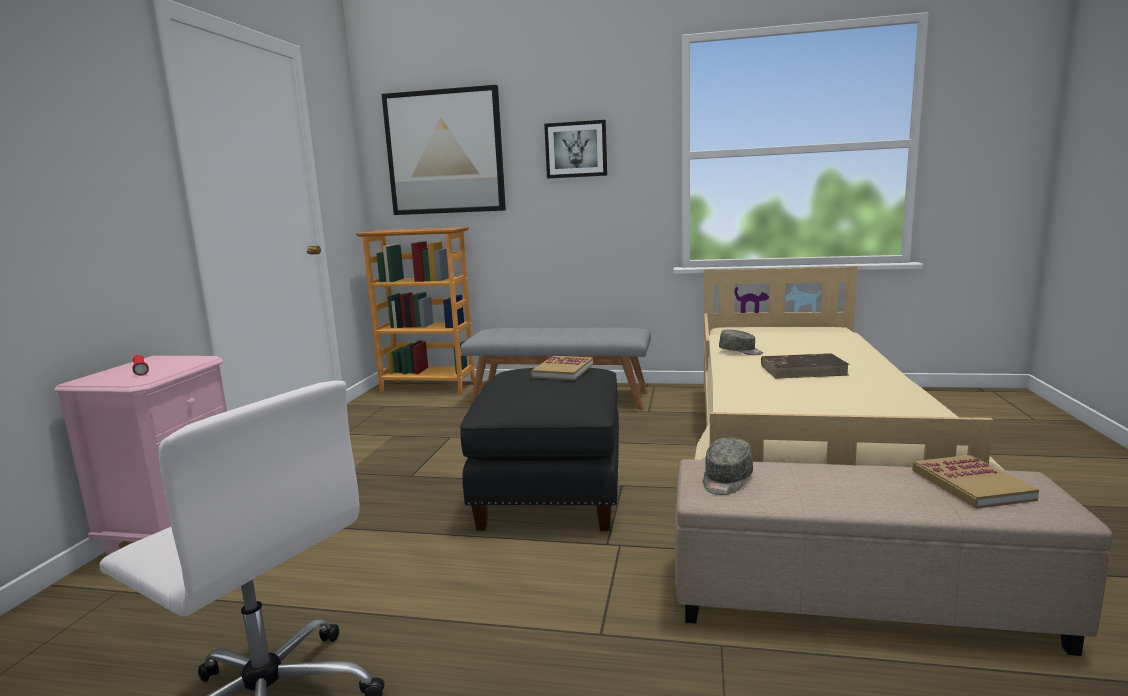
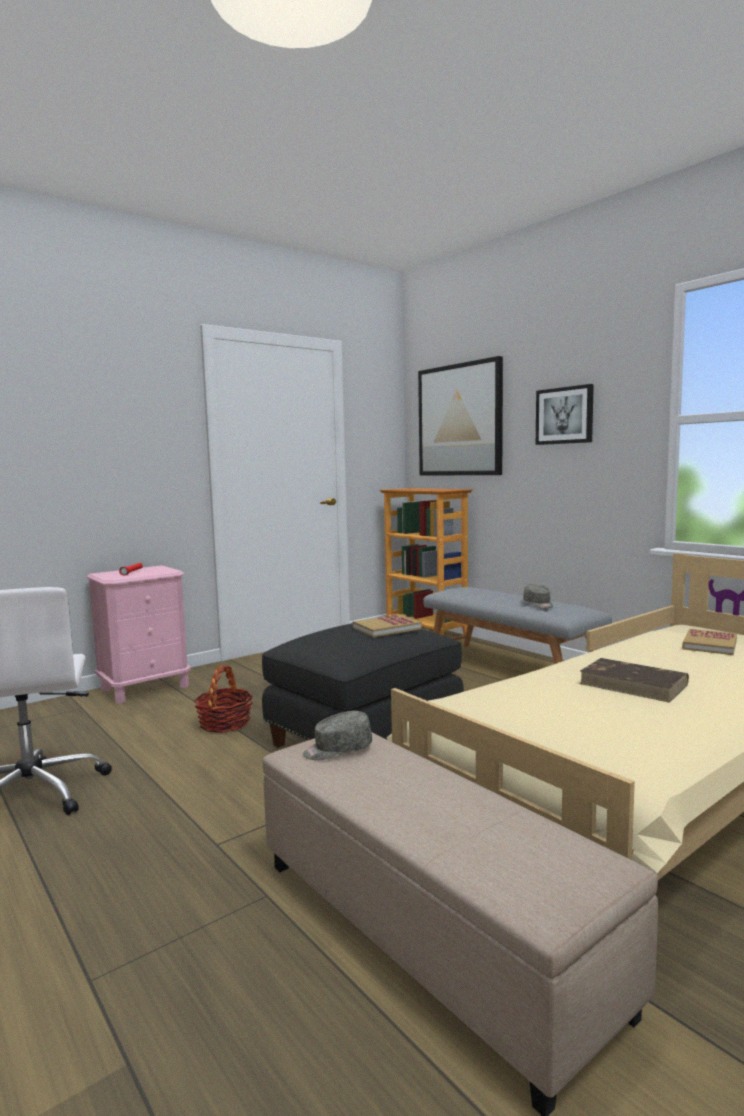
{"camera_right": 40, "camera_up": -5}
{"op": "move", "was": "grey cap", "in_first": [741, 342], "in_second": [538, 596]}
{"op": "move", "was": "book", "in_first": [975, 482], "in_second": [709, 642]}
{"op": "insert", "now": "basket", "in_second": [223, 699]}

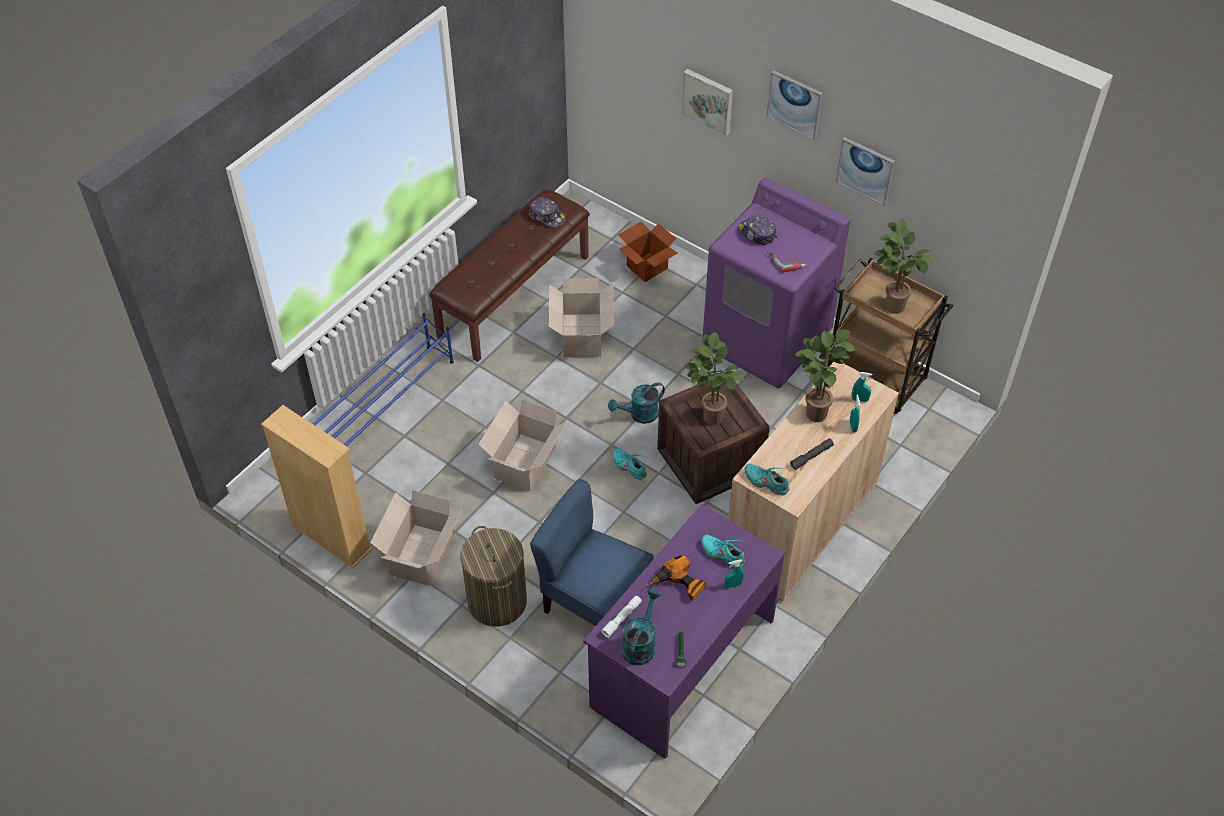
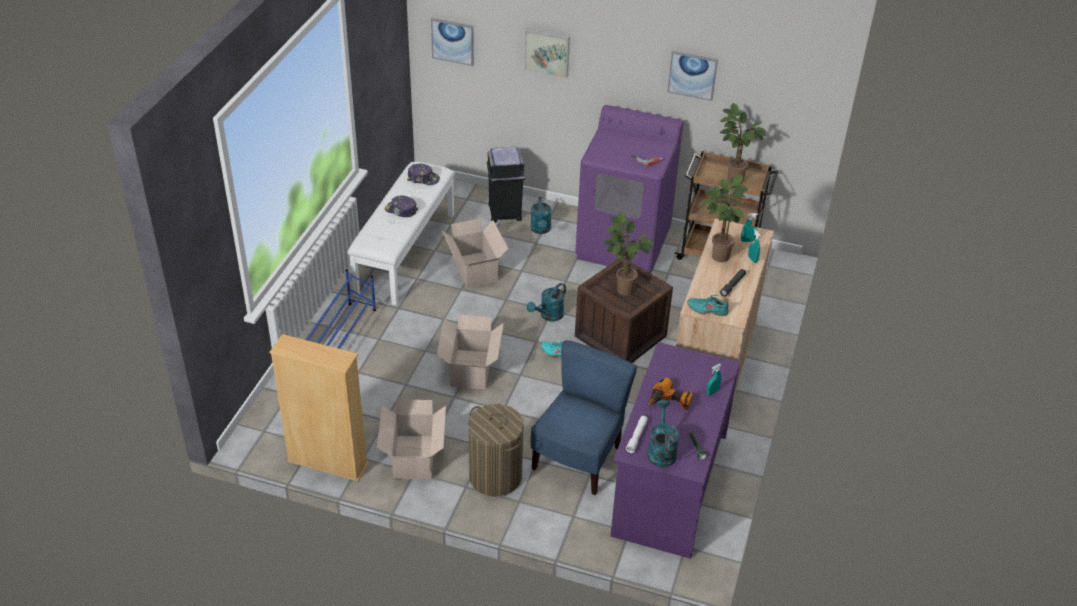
{"camera_right": -20, "camera_up": -10}
{"op": "move", "was": "picture", "in_first": [795, 105], "in_second": [452, 42]}
{"op": "recolor", "was": "brown bench", "now": "white bench", "in_first": [509, 275], "in_second": [401, 234]}
{"op": "move", "was": "cap", "in_first": [757, 230], "in_second": [401, 206]}
{"op": "replace", "was": "cardboard box", "now": "black trash can", "in_first": [647, 251], "in_second": [506, 184]}
{"op": "rotate", "was": "blue chair", "in_first": [592, 552], "in_second": [584, 417], "clockwise": 105}
{"op": "delete", "was": "turquoise shoe", "in_first": [723, 551]}
{"op": "insert", "now": "turquoise watering can", "in_second": [540, 215]}

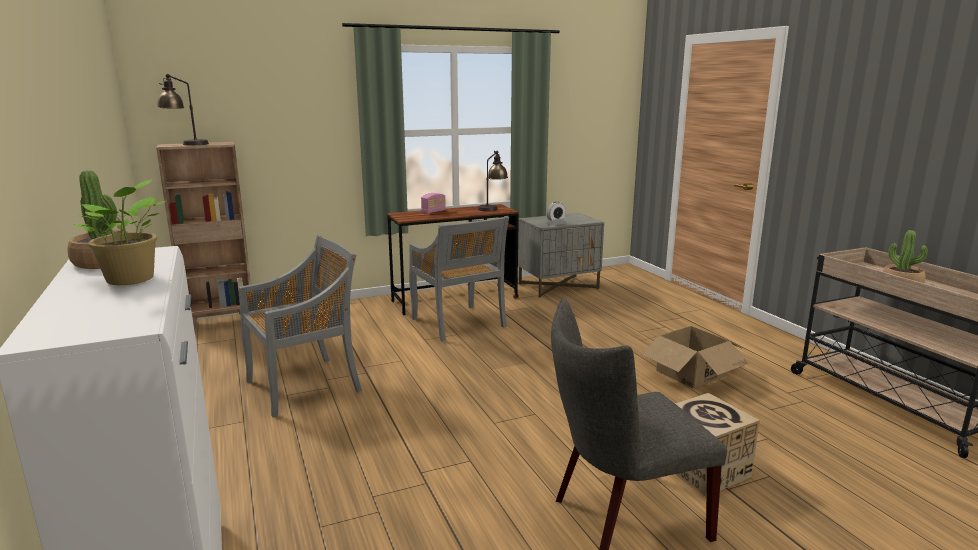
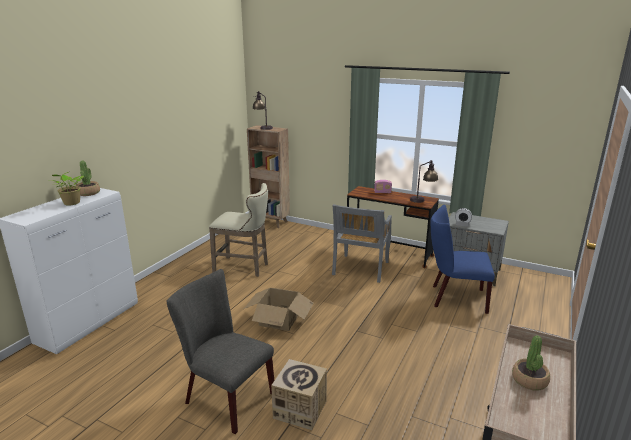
{"camera_right": 50, "camera_up": 5}
{"op": "replace", "was": "grey chair", "now": "beige stool", "in_first": [300, 326], "in_second": [238, 230]}
{"op": "move", "was": "cardboard box", "in_first": [695, 357], "in_second": [279, 309]}
{"op": "insert", "now": "blue chair", "in_second": [463, 259]}

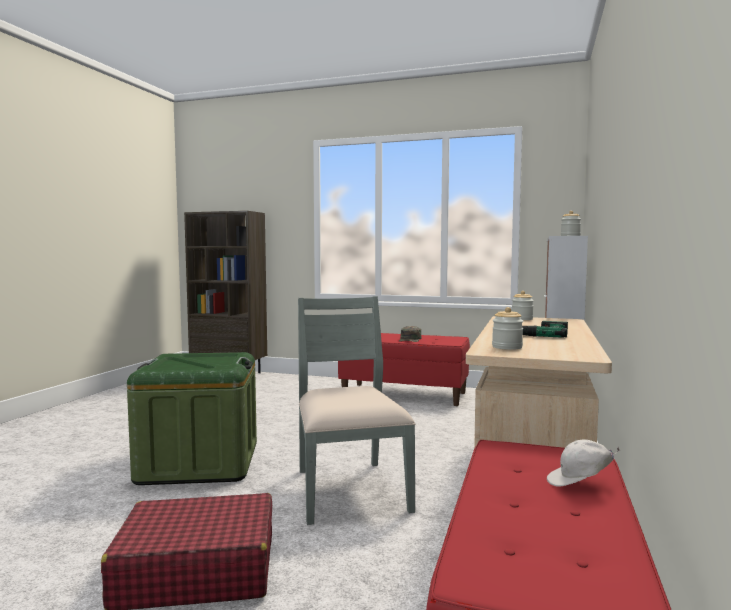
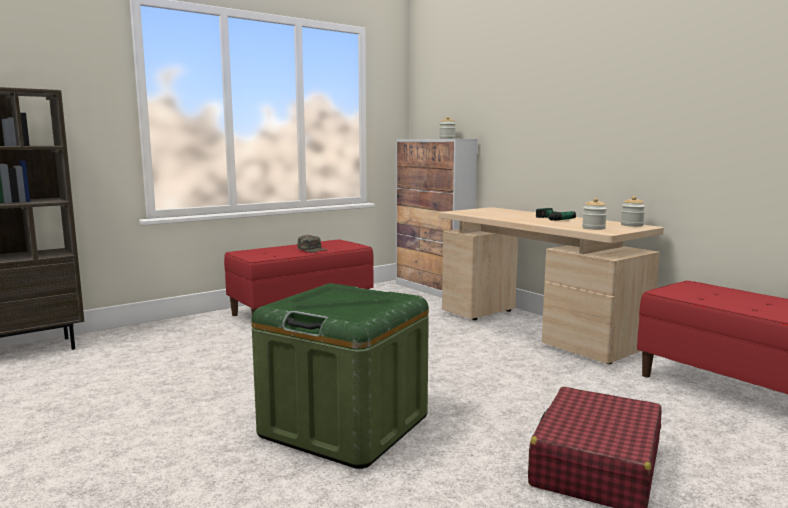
{"camera_right": -55, "camera_up": 5}
{"op": "move", "was": "jar", "in_first": [523, 305], "in_second": [633, 211]}
{"op": "delete", "was": "grey chair", "in_first": [356, 410]}
{"op": "delete", "was": "white cap", "in_first": [583, 463]}

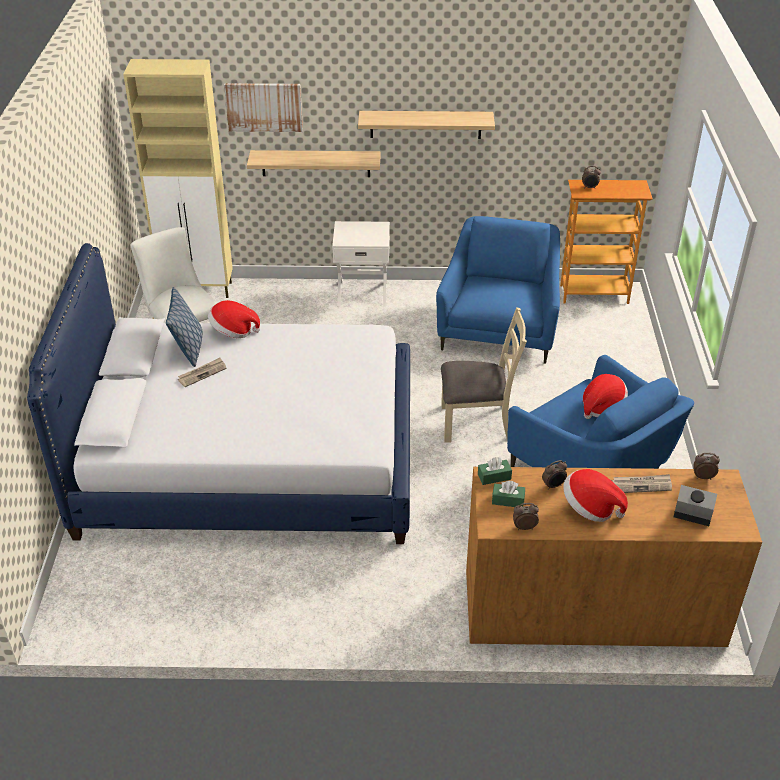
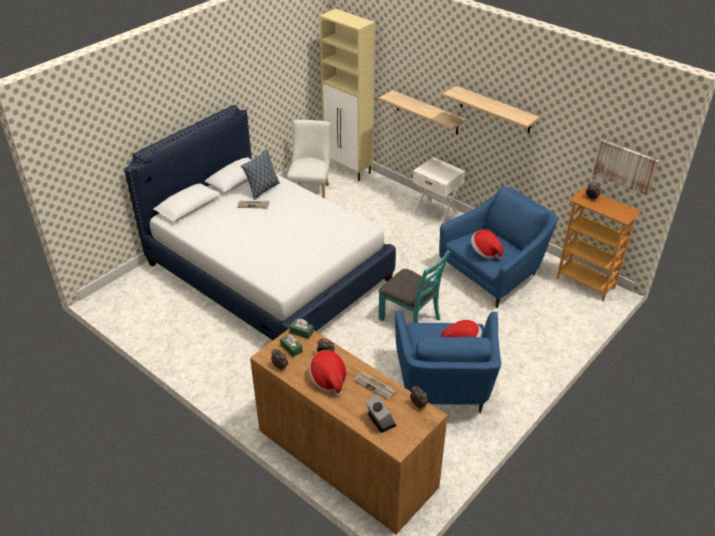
{"camera_right": 40, "camera_up": 0}
{"op": "move", "was": "picture", "in_first": [263, 107], "in_second": [626, 167]}
{"op": "move", "was": "hat", "in_first": [234, 319], "in_second": [487, 244]}
{"op": "recolor", "was": "beige chair", "now": "turquoise chair", "in_first": [484, 375], "in_second": [414, 286]}

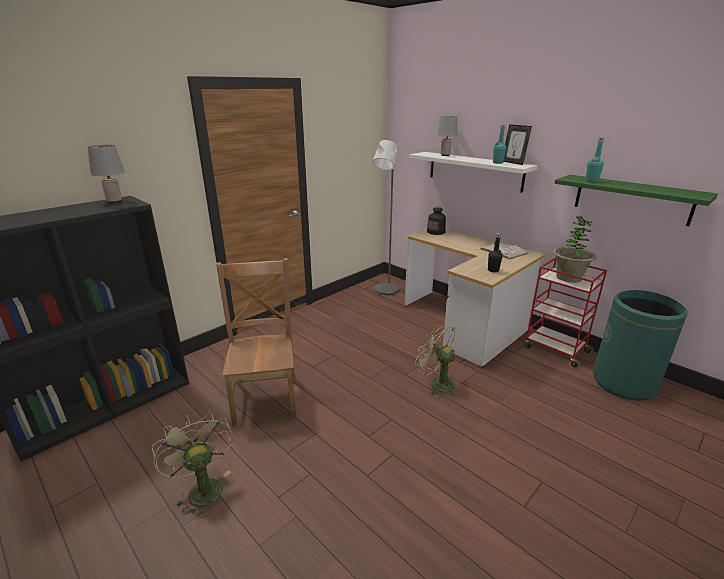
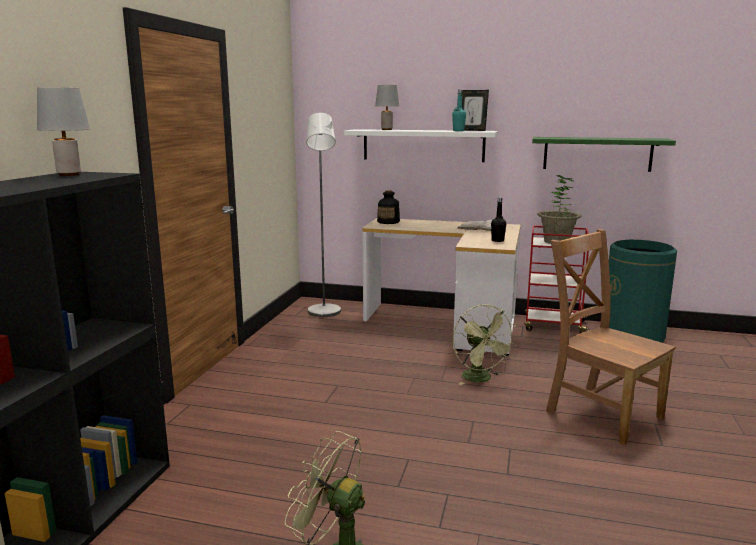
{"camera_right": -30, "camera_up": -10}
{"op": "delete", "was": "turquoise bottle", "in_first": [594, 160]}
{"op": "move", "was": "brown chair", "in_first": [256, 342], "in_second": [611, 337]}
{"op": "rotate", "was": "green fan", "in_first": [436, 360], "in_second": [484, 344], "clockwise": -120}

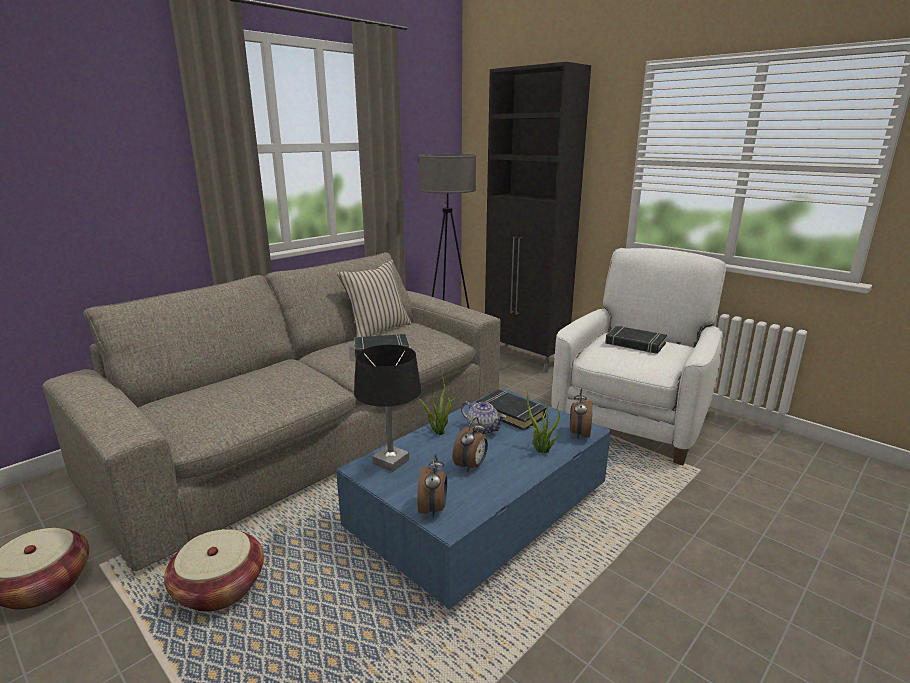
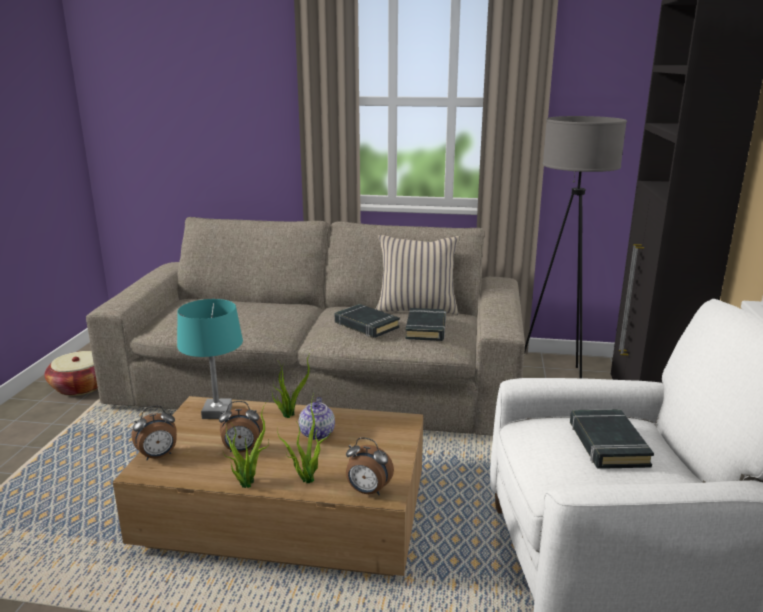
{"camera_right": 55, "camera_up": 0}
{"op": "recolor", "was": "black table lamp", "now": "turquoise table lamp", "in_first": [387, 408], "in_second": [210, 359]}
{"op": "recolor", "was": "blue coffee table", "now": "brown coffee table", "in_first": [473, 499], "in_second": [268, 486]}
{"op": "rotate", "was": "alarm clock", "in_first": [581, 414], "in_second": [370, 466], "clockwise": -135}
{"op": "move", "was": "black book", "in_first": [511, 410], "in_second": [425, 324]}
{"op": "delete", "was": "basket", "in_first": [214, 570]}
{"op": "insert", "now": "potted plant", "in_second": [246, 444]}

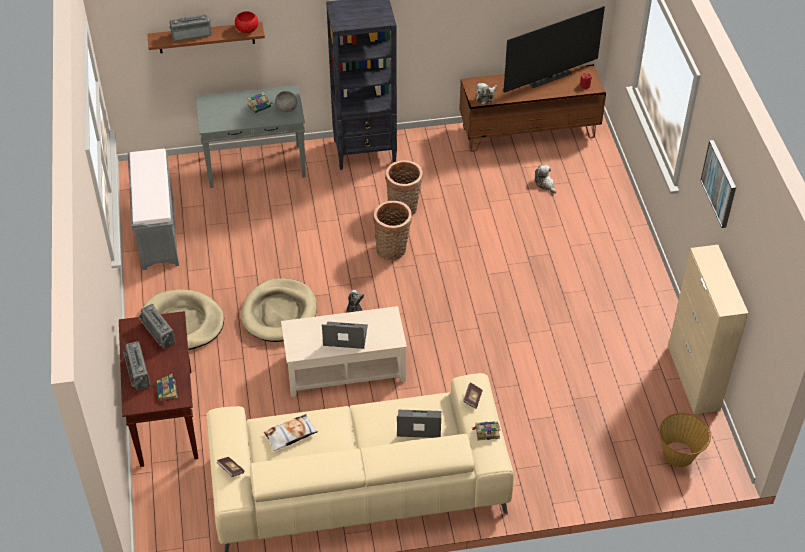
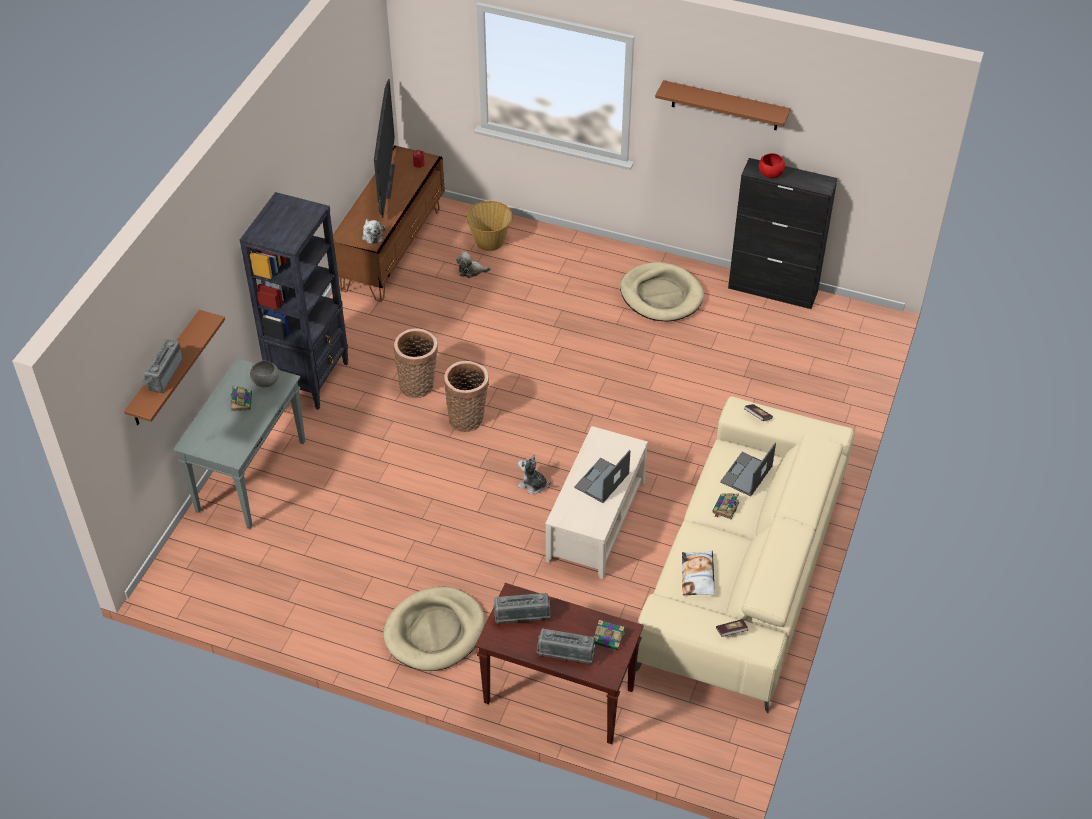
{"camera_right": -60, "camera_up": 0}
{"op": "move", "was": "red bowl", "in_first": [246, 22], "in_second": [772, 165]}
{"op": "replace", "was": "picture", "now": "brown shelf", "in_first": [718, 184], "in_second": [723, 105]}
{"op": "delete", "was": "grey bench", "in_first": [153, 209]}
{"op": "recolor", "was": "beige cabinet", "now": "black cabinet", "in_first": [708, 329], "in_second": [783, 233]}
{"op": "move", "was": "beige dog bed", "in_first": [279, 310], "in_second": [662, 292]}
{"op": "move", "was": "basket", "in_first": [685, 440], "in_second": [489, 226]}
{"op": "move", "was": "book", "in_first": [486, 430], "in_second": [726, 506]}

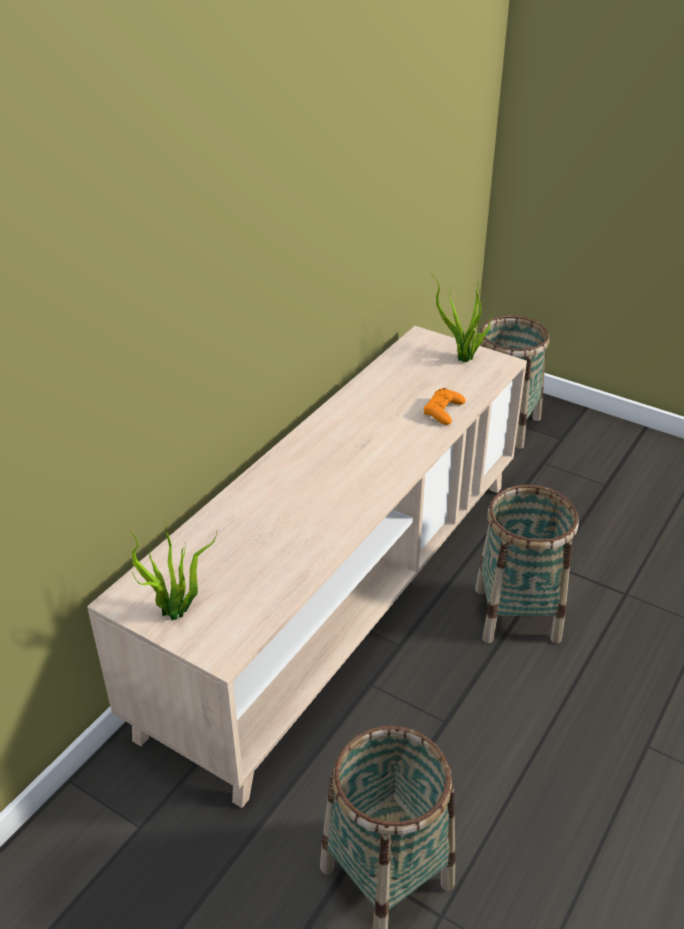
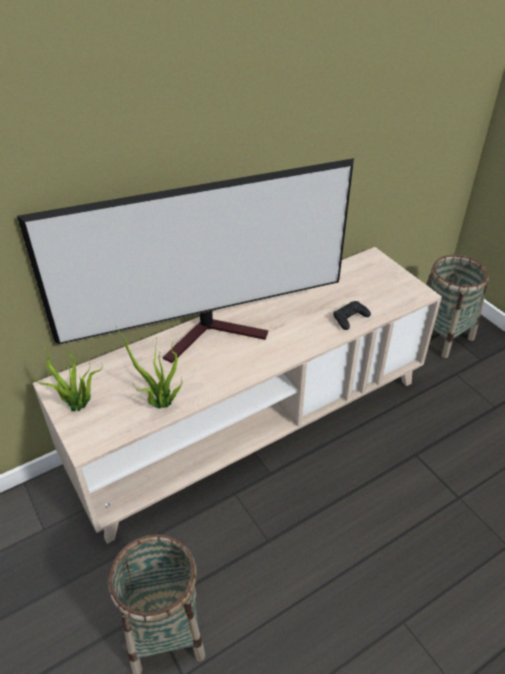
{"camera_right": 25, "camera_up": 5}
{"op": "move", "was": "potted plant", "in_first": [461, 317], "in_second": [149, 368]}
{"op": "recolor", "was": "orange game controller", "now": "black game controller", "in_first": [445, 406], "in_second": [352, 315]}
{"op": "delete", "was": "basket", "in_first": [527, 564]}
{"op": "insert", "now": "television", "in_second": [185, 260]}

